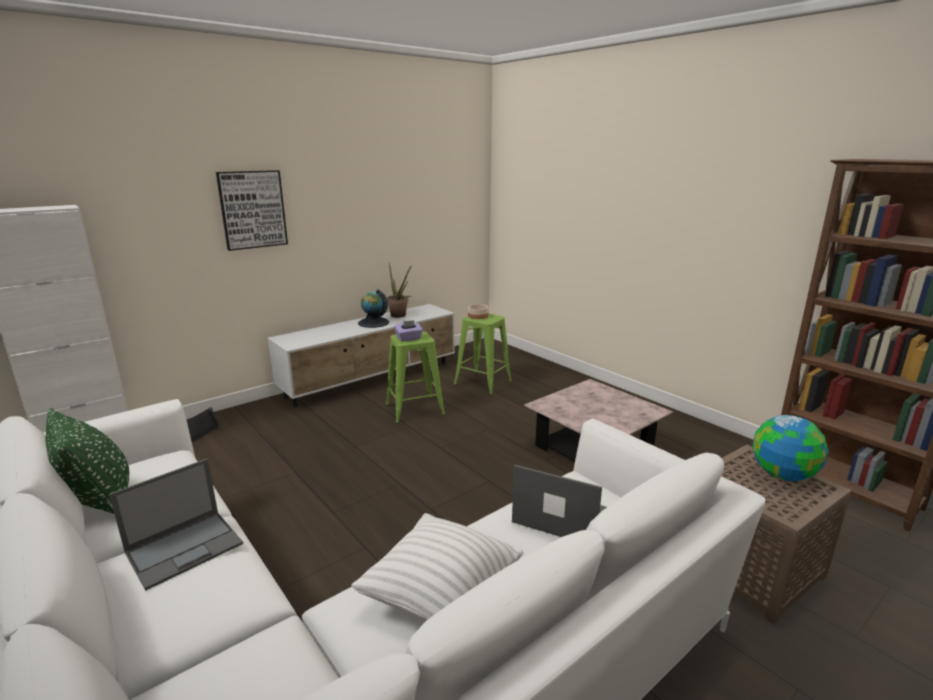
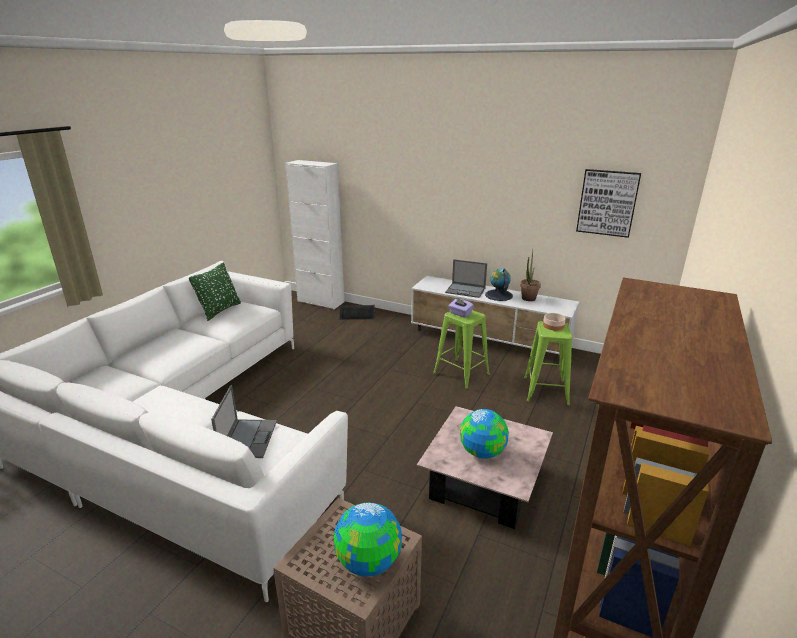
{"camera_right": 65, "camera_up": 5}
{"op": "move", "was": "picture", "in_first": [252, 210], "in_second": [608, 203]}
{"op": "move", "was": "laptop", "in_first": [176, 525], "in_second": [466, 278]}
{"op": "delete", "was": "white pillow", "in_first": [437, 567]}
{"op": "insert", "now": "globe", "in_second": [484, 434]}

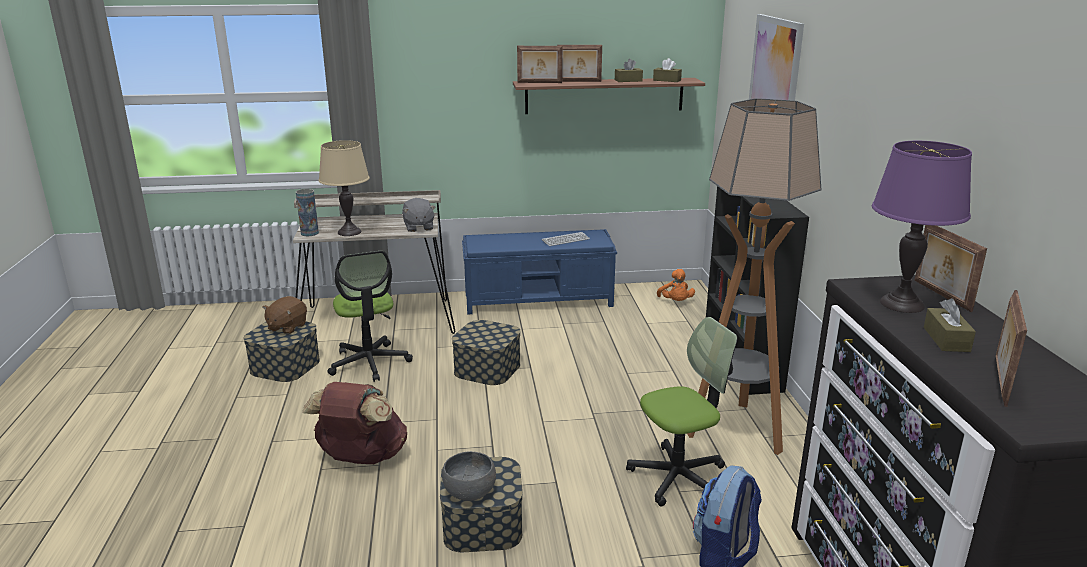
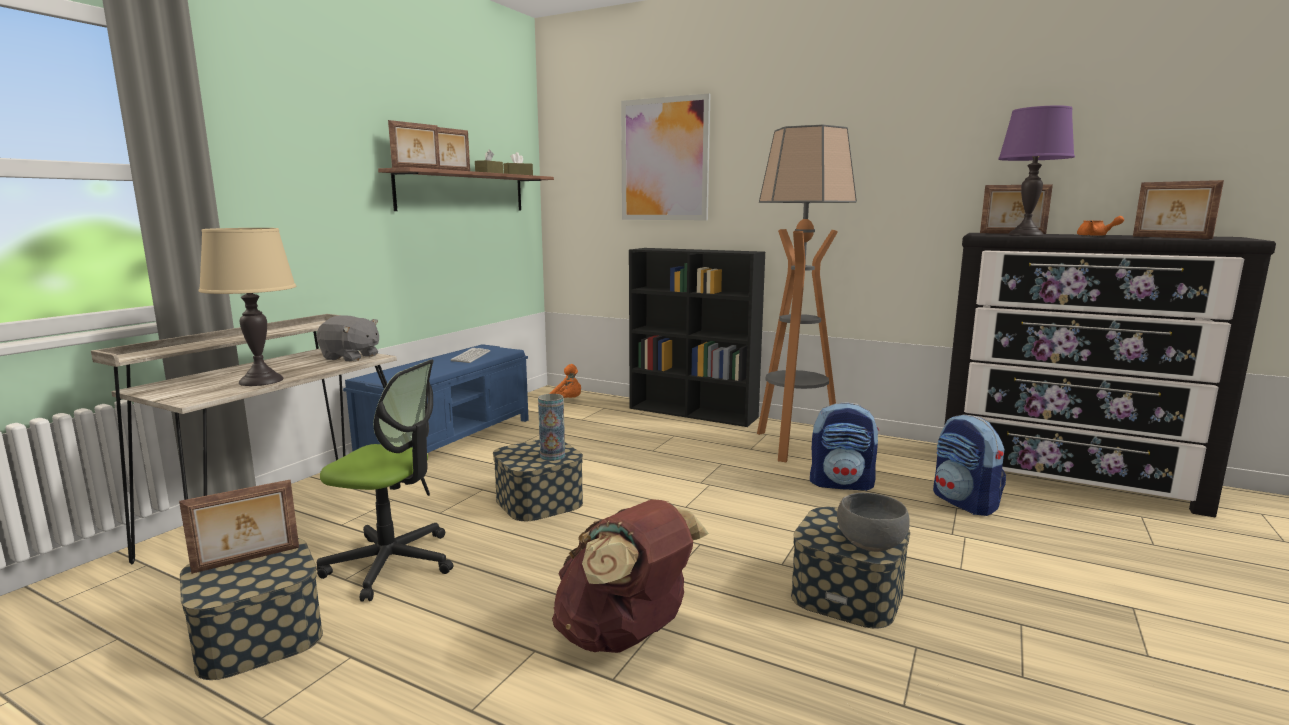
{"camera_right": -55, "camera_up": -10}
{"op": "move", "was": "vase", "in_first": [307, 212], "in_second": [551, 427]}
{"op": "replace", "was": "brown plush toy", "now": "picture frame", "in_first": [284, 315], "in_second": [239, 527]}
{"op": "replace", "was": "brown tissue box", "now": "orange teapot", "in_first": [950, 325], "in_second": [1100, 226]}
{"op": "replace", "was": "office chair", "now": "backpack", "in_first": [682, 411], "in_second": [844, 446]}

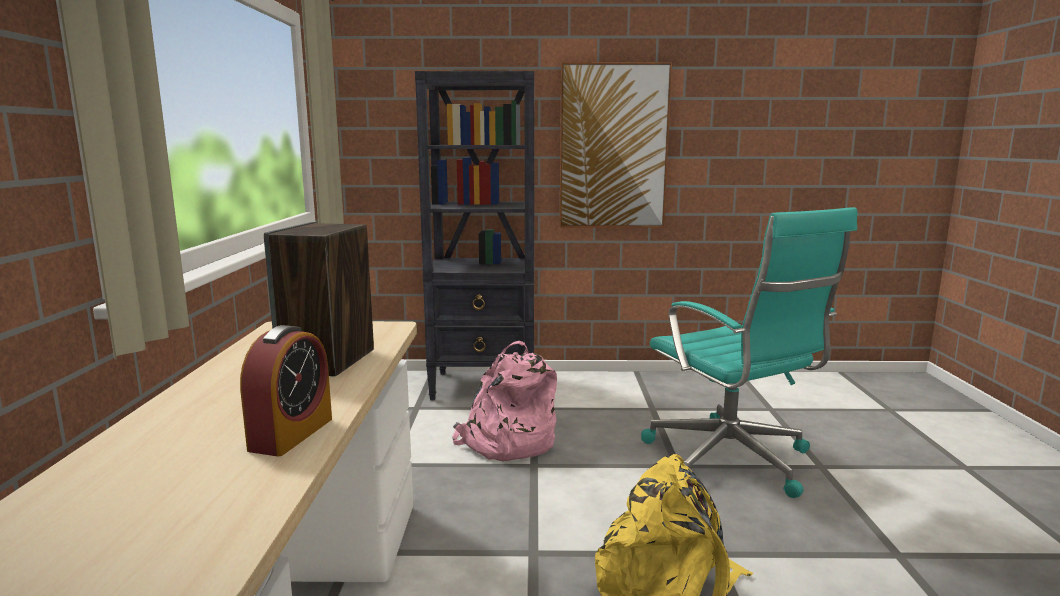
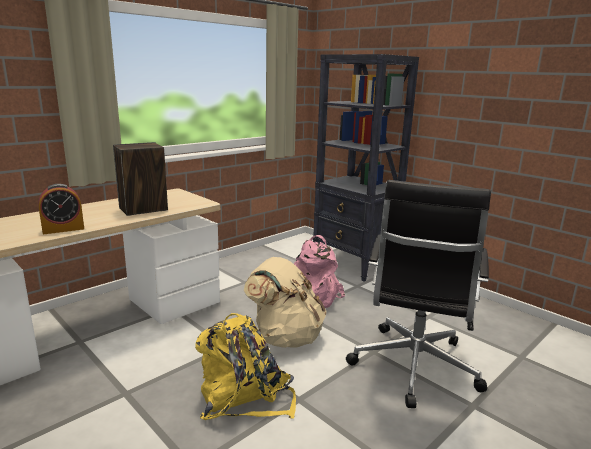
{"camera_right": 45, "camera_up": 5}
{"op": "delete", "was": "picture", "in_first": [615, 145]}
{"op": "recolor", "was": "turquoise office chair", "now": "black office chair", "in_first": [749, 352], "in_second": [418, 294]}
{"op": "insert", "now": "beige backpack", "in_second": [285, 302]}

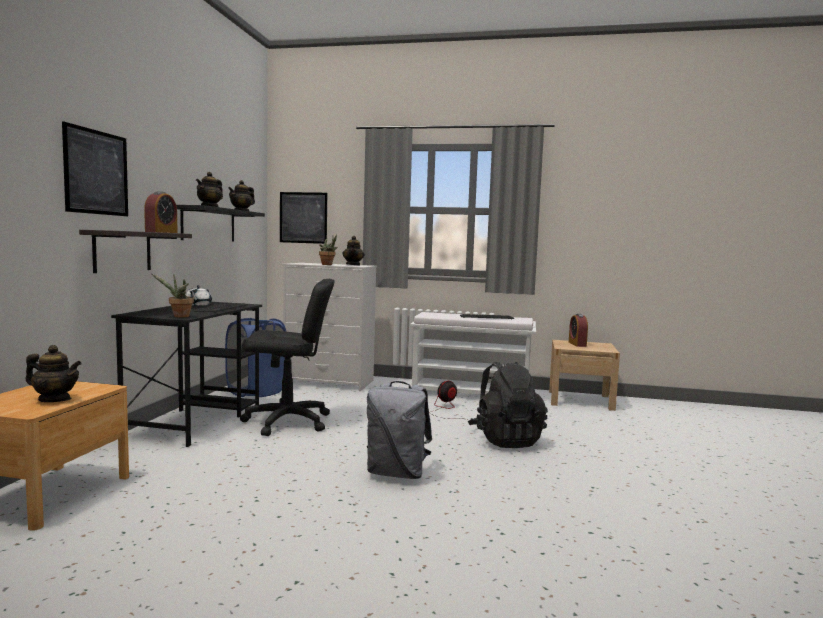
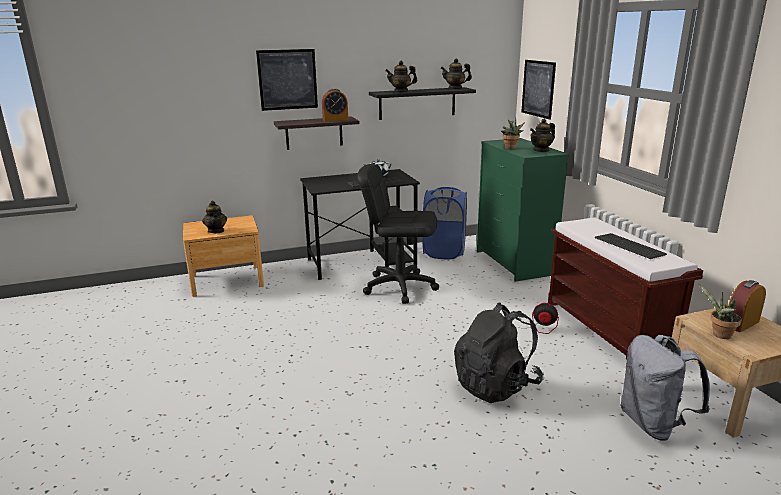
{"camera_right": 60, "camera_up": 15}
{"op": "recolor", "was": "white dresser", "now": "green dresser", "in_first": [329, 327], "in_second": [523, 210]}
{"op": "move", "was": "potted plant", "in_first": [173, 296], "in_second": [720, 311]}
{"op": "rotate", "was": "black office chair", "in_first": [287, 357], "in_second": [398, 234], "clockwise": 135}
{"op": "recolor", "was": "white bench", "now": "brown bench", "in_first": [473, 353], "in_second": [625, 289]}
{"op": "move", "was": "grey backpack", "in_first": [399, 430], "in_second": [665, 388]}

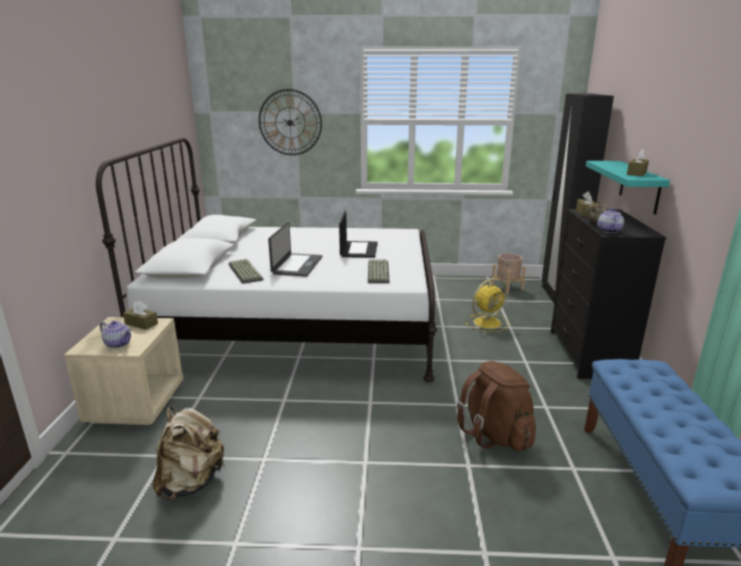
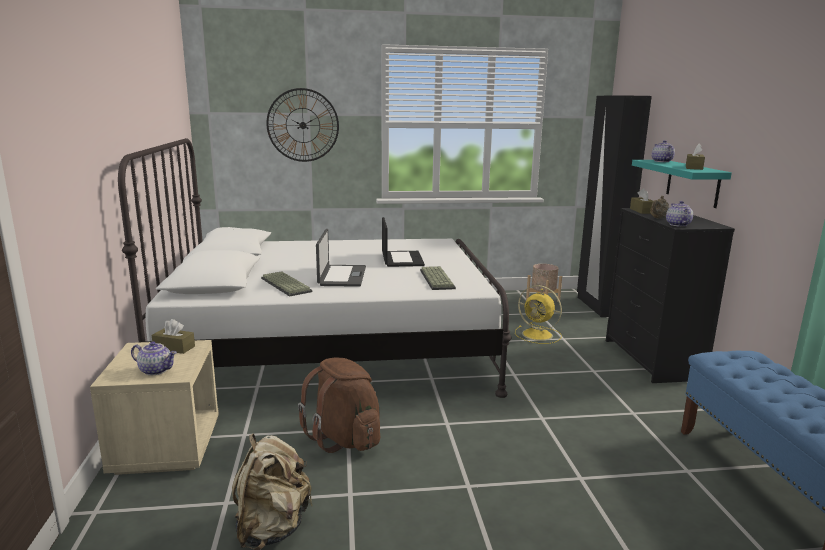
{"camera_right": -10, "camera_up": -5}
{"op": "rotate", "was": "yellow fan", "in_first": [488, 305], "in_second": [538, 314], "clockwise": 75}
{"op": "move", "was": "brown backpack", "in_first": [496, 406], "in_second": [339, 405]}
{"op": "insert", "now": "teapot", "in_second": [663, 151]}

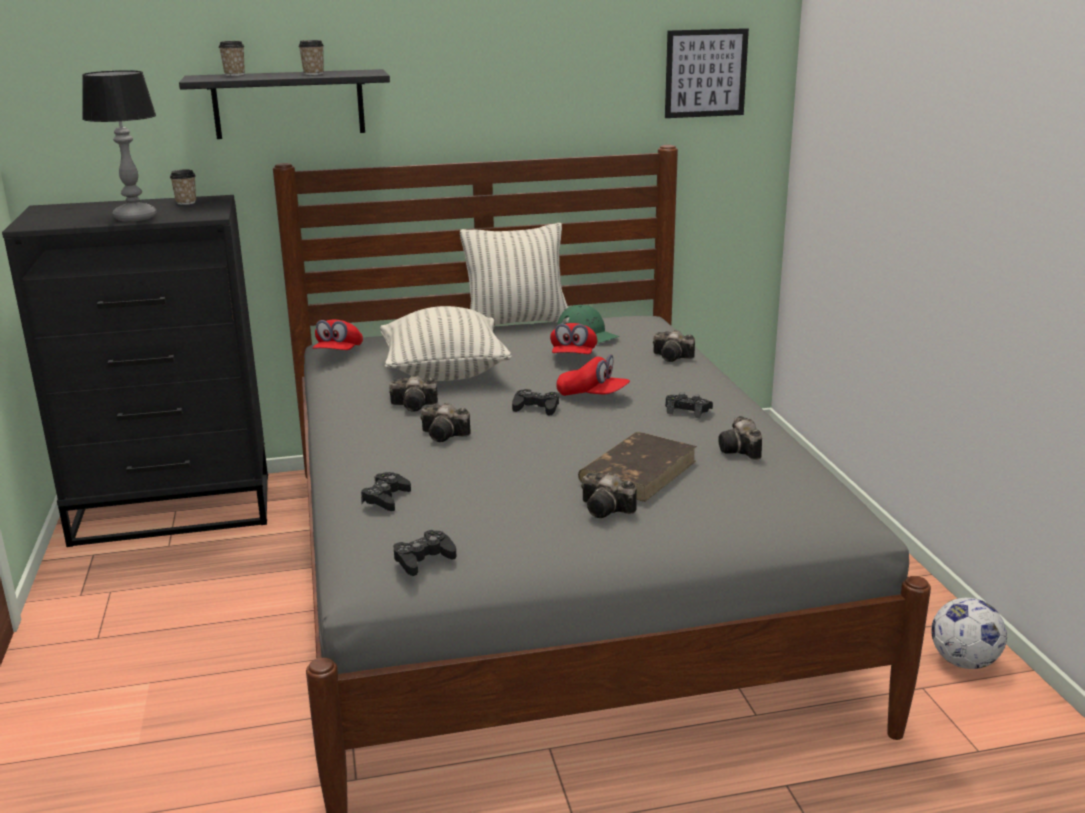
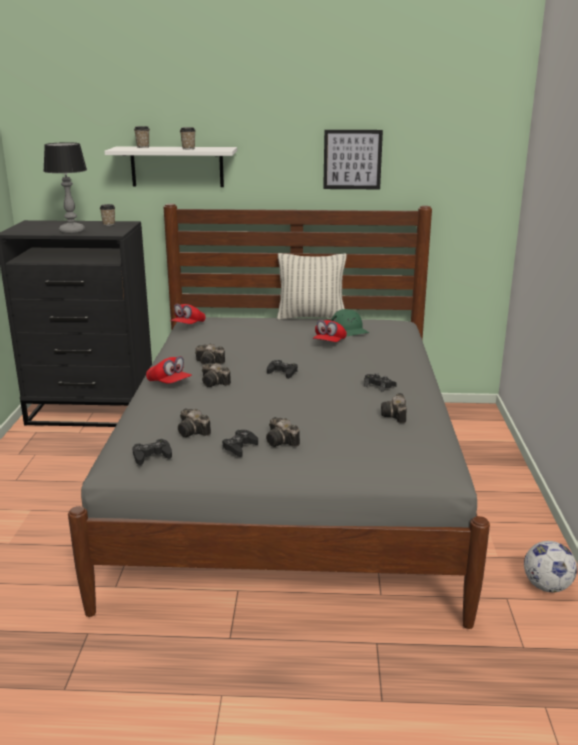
{"camera_right": 15, "camera_up": 0}
{"op": "move", "was": "picture", "in_first": [707, 73], "in_second": [353, 159]}
{"op": "recolor", "was": "black shelf", "now": "white shelf", "in_first": [284, 104], "in_second": [170, 167]}
{"op": "delete", "was": "pillow", "in_first": [446, 343]}
{"op": "move", "was": "photo camera", "in_first": [674, 346], "in_second": [194, 422]}
{"op": "move", "was": "red cap", "in_first": [593, 375], "in_second": [169, 370]}
{"op": "delete", "was": "brown book", "in_first": [637, 467]}
{"op": "move", "was": "black game controller", "in_first": [386, 491], "in_second": [240, 443]}

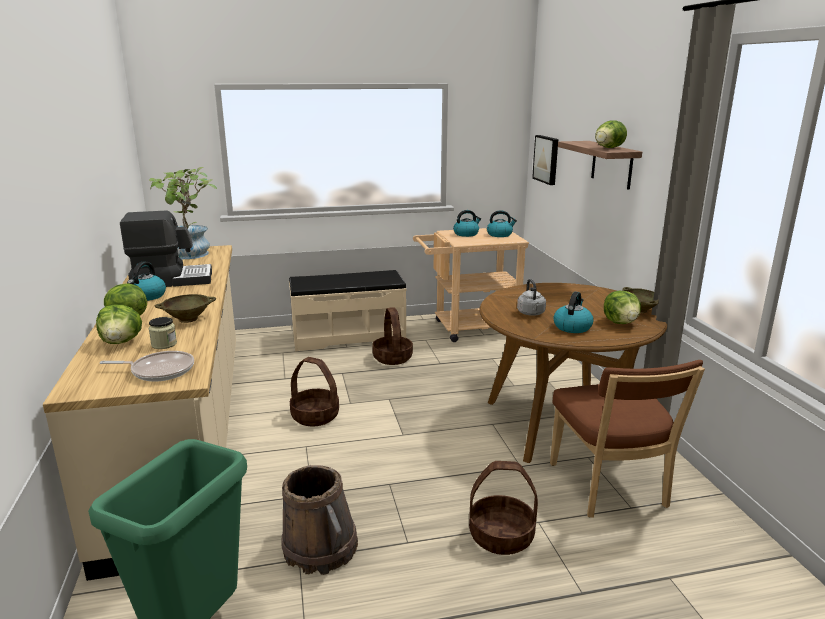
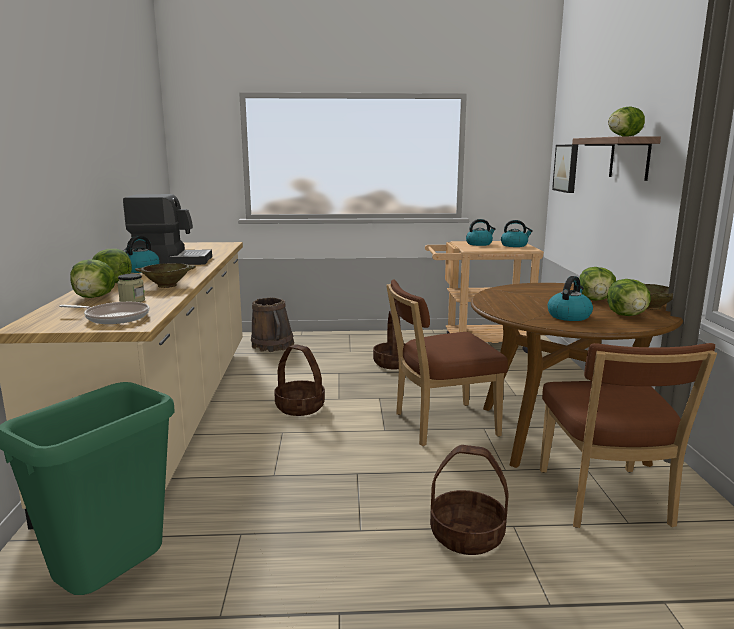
{"camera_right": 10, "camera_up": -5}
{"op": "delete", "was": "potted plant", "in_first": [183, 213]}
{"op": "delete", "was": "beige bench", "in_first": [348, 310]}
{"op": "delete", "was": "grey kettle", "in_first": [531, 297]}
{"op": "move", "was": "brown bucket", "in_first": [319, 520], "in_second": [272, 324]}
{"op": "insert", "now": "lettuce", "in_second": [597, 284]}
{"op": "insert", "now": "brown chair", "in_second": [447, 362]}

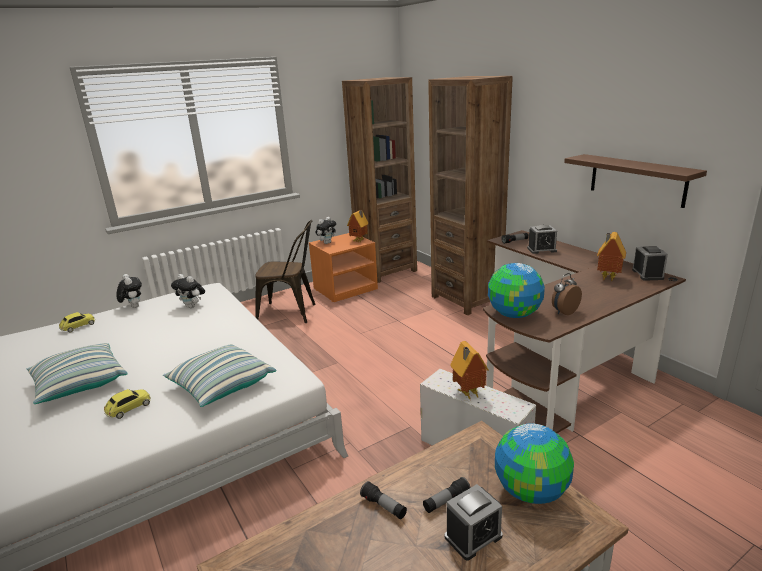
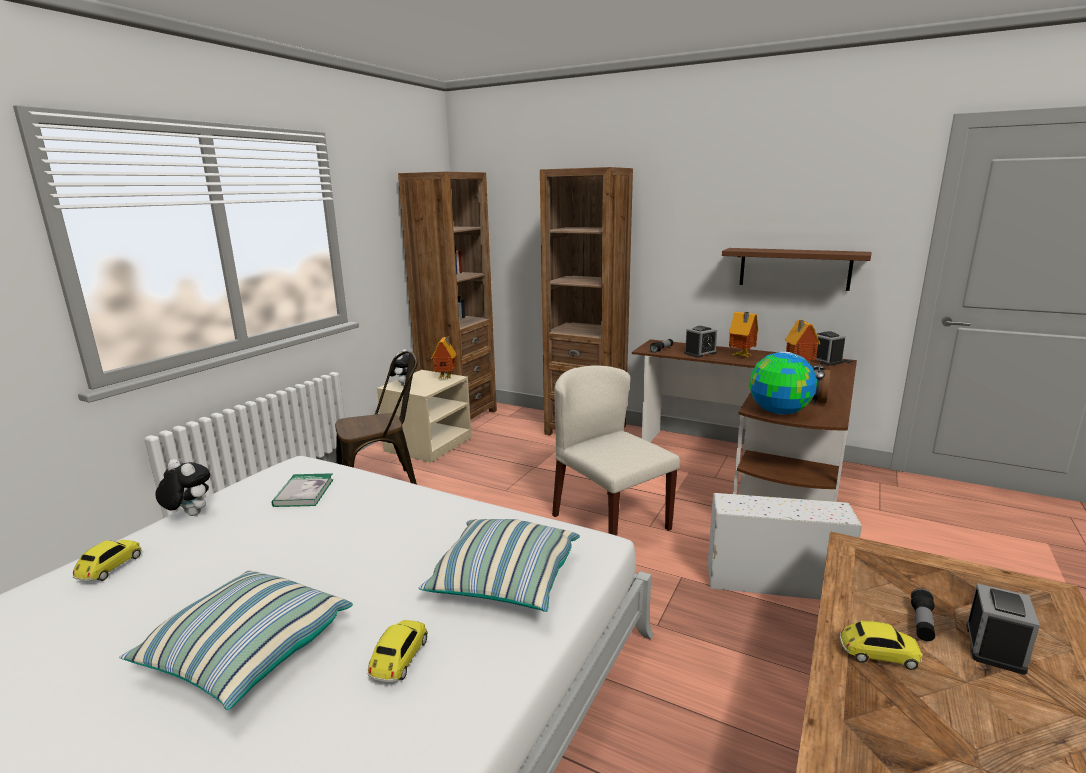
{"camera_right": -30, "camera_up": -5}
{"op": "recolor", "was": "orange nightstand", "now": "beige nightstand", "in_first": [343, 267], "in_second": [424, 416]}
{"op": "replace", "was": "plush toy", "now": "book", "in_first": [188, 291], "in_second": [303, 490]}
{"op": "move", "was": "toy house", "in_first": [469, 371], "in_second": [743, 335]}
{"op": "delete", "was": "globe", "in_first": [534, 463]}
{"op": "replace", "was": "flashlight", "now": "toy car", "in_first": [383, 500], "in_second": [881, 645]}
{"op": "insert", "now": "beige chair", "in_second": [616, 450]}

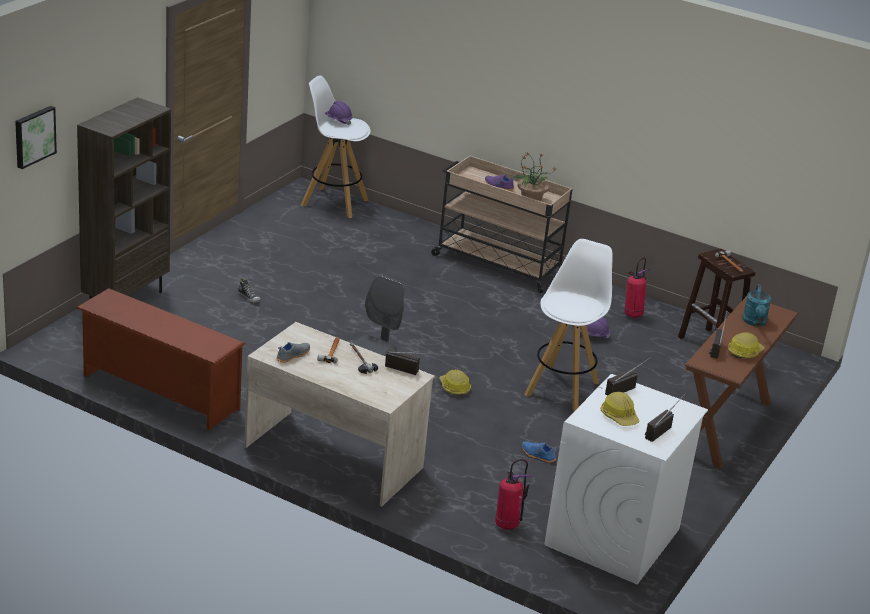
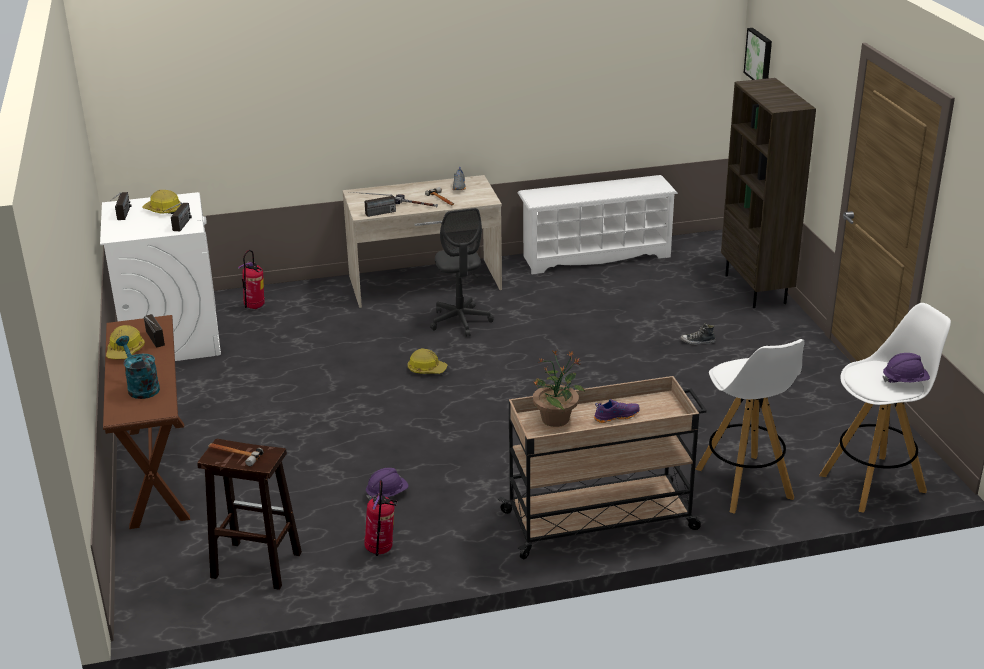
{"camera_right": 140, "camera_up": 0}
{"op": "move", "was": "white stool", "in_first": [569, 325], "in_second": [750, 426]}
{"op": "recolor", "was": "brown shoe rack", "now": "white shoe rack", "in_first": [160, 359], "in_second": [597, 225]}
{"op": "delete", "was": "blue shoe", "in_first": [539, 452]}

